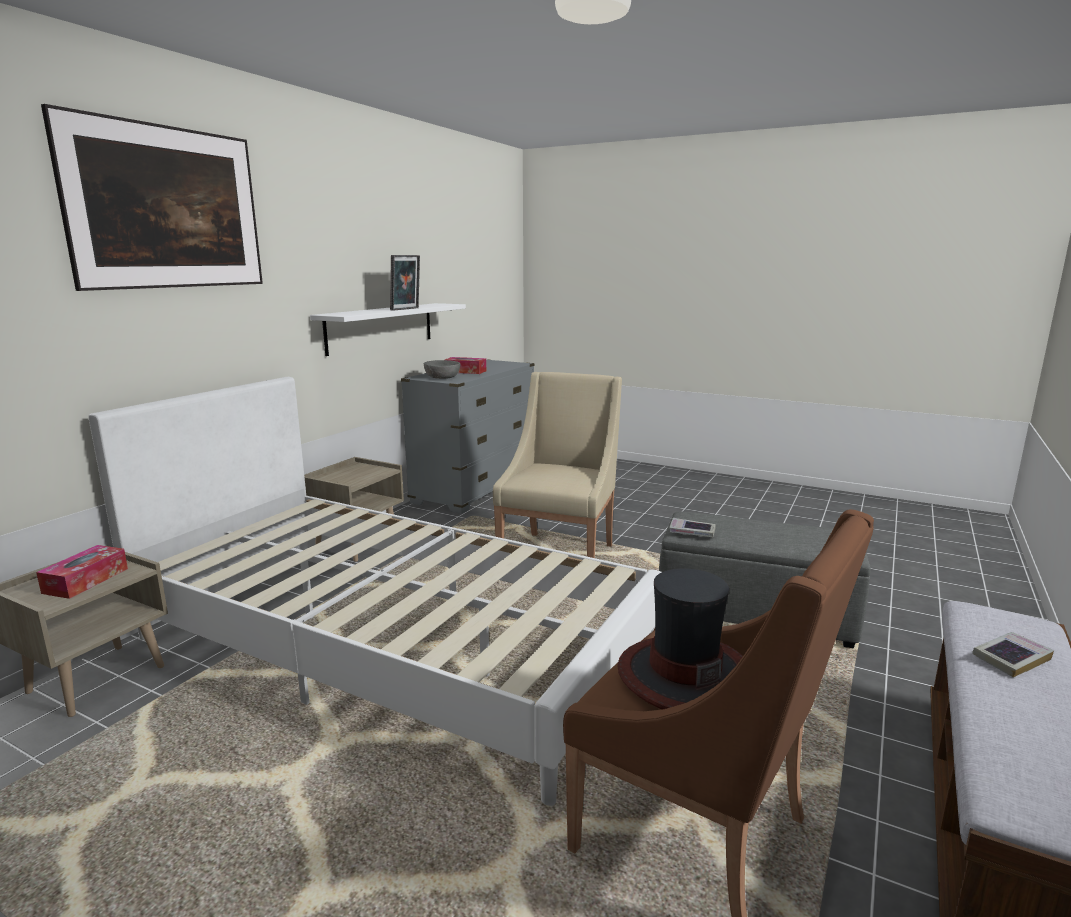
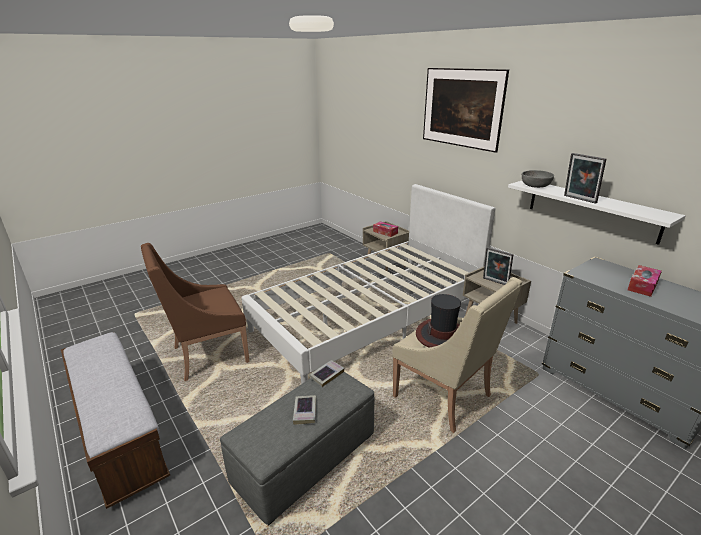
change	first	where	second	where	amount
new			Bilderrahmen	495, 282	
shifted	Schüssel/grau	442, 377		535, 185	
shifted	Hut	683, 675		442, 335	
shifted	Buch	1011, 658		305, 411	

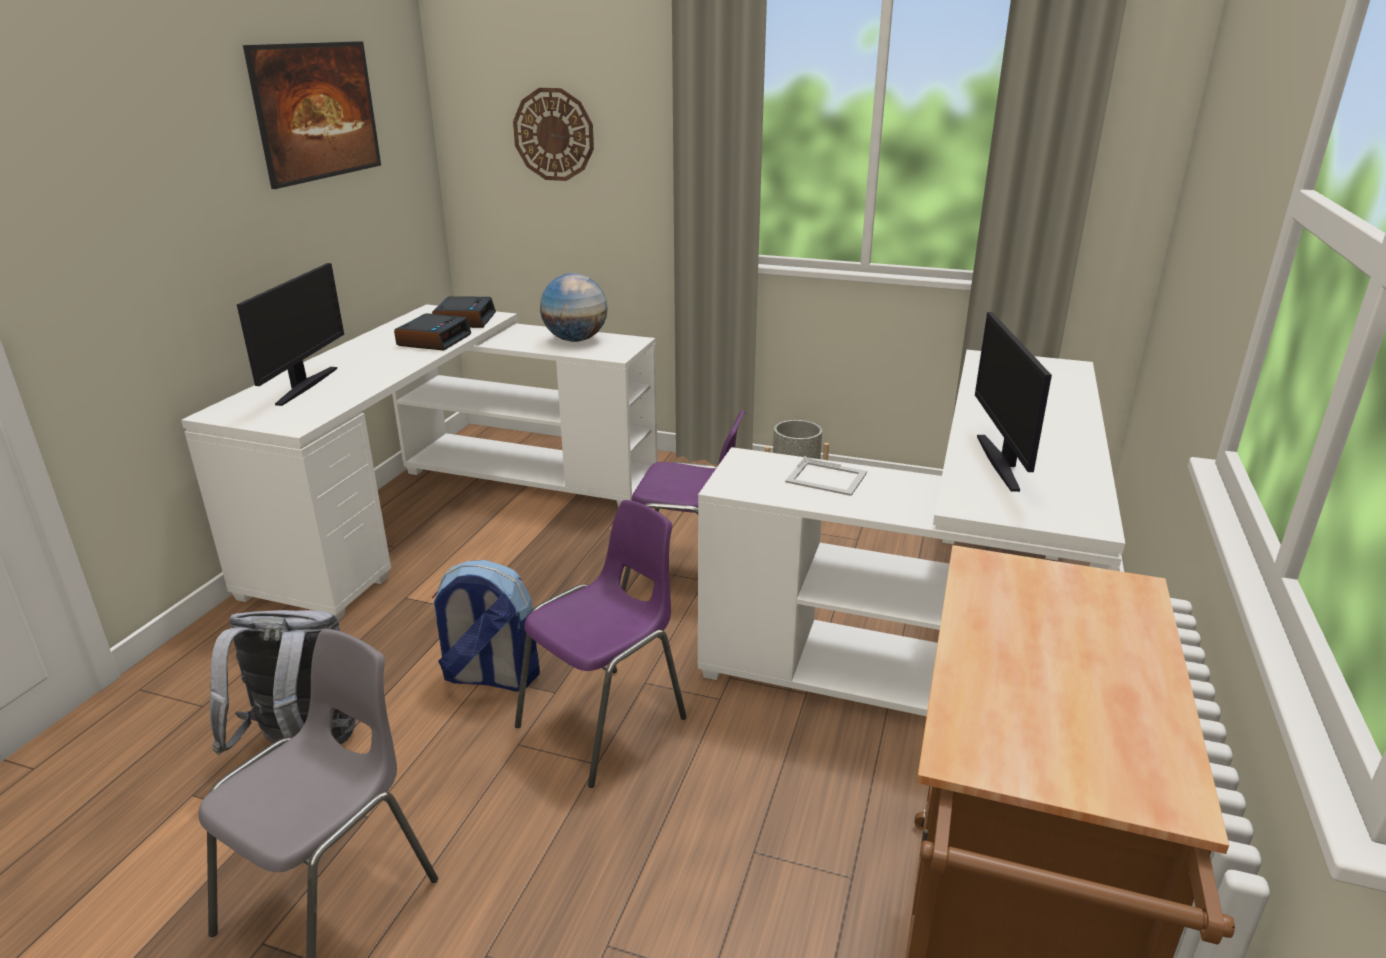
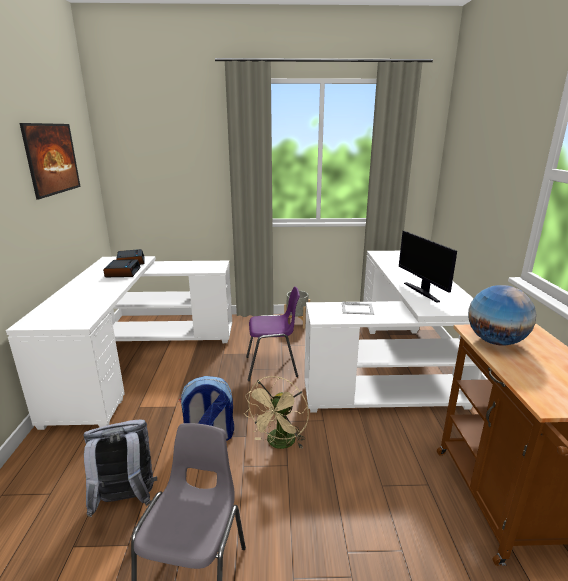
change	first	where	second	where	amount
gone	Monitor	304, 386			
gone	Wanduhr	554, 134			
shifted	Globus	575, 340		495, 341	
swapped	Stuhl/lila	606, 722	Ventilator/beige	279, 444	

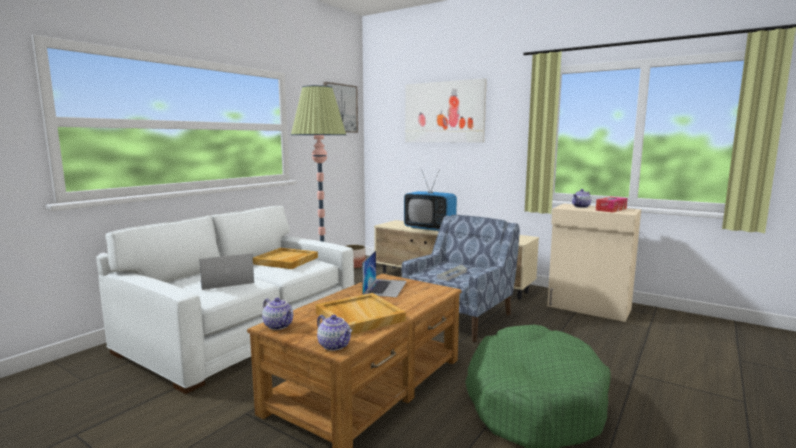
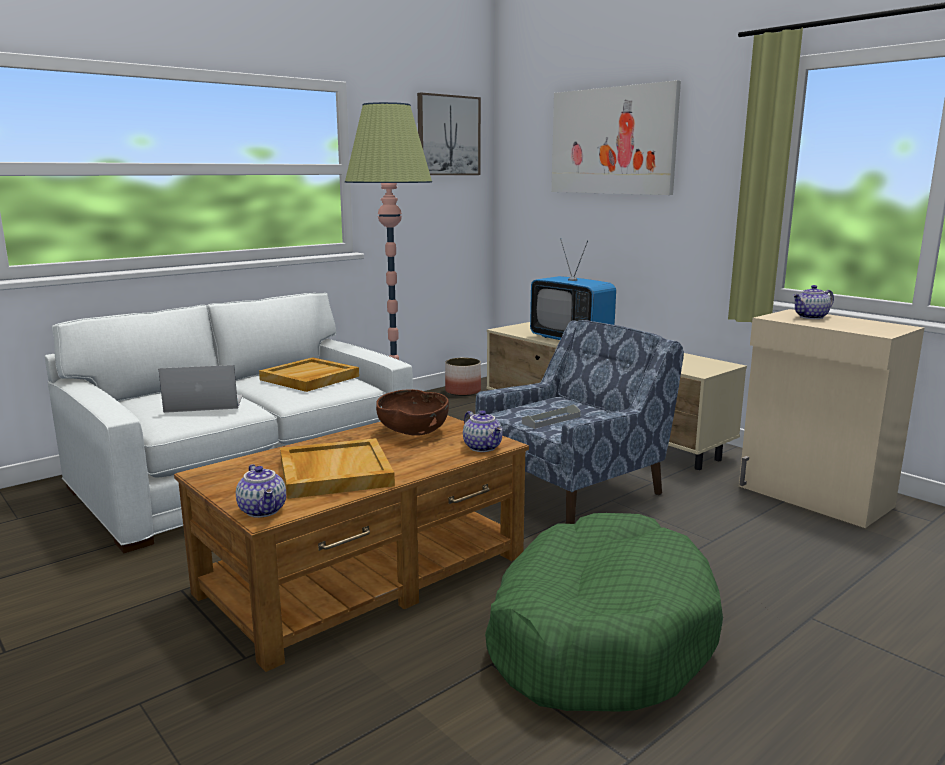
change	first	where	second	where	amount
gone	Taschentuchbox	611, 209			
shifted	Teekanne	279, 325		483, 447	
swapped	Laptop	385, 287	Schüssel/braun	413, 431	

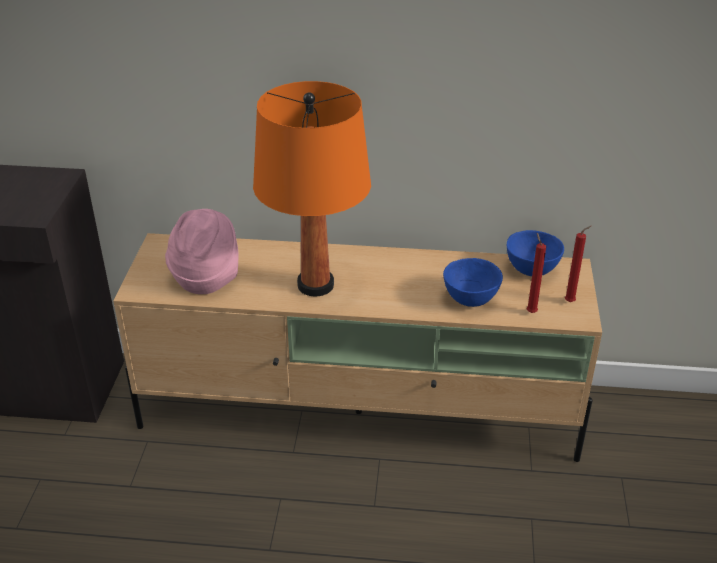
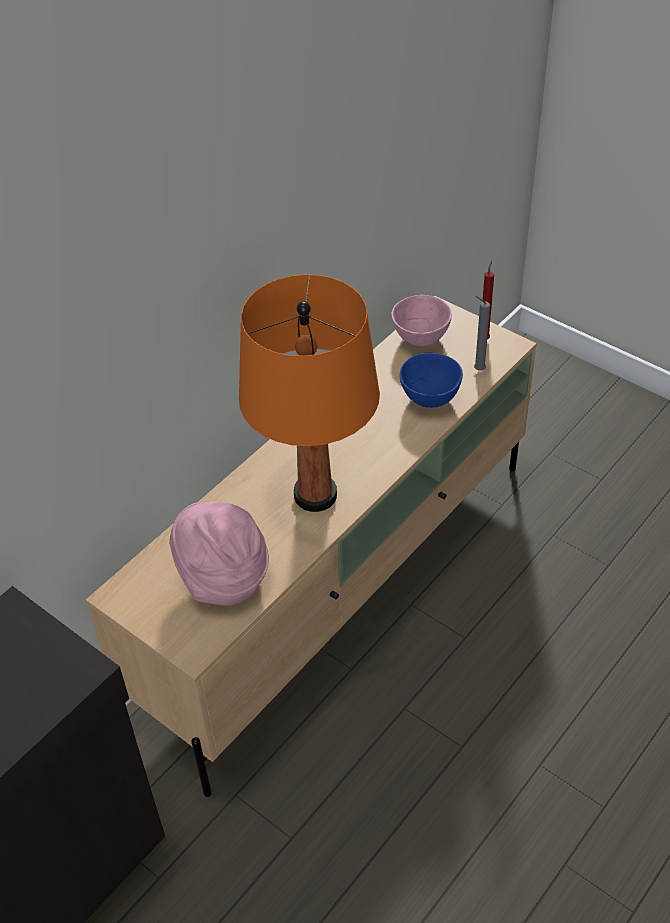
change	first	where	second	where	amount
repainted	Schüssel/blau	531, 270	Schüssel/rosa	420, 338	
repainted	Kerze/rot	530, 311	Kerze/grau	477, 370	

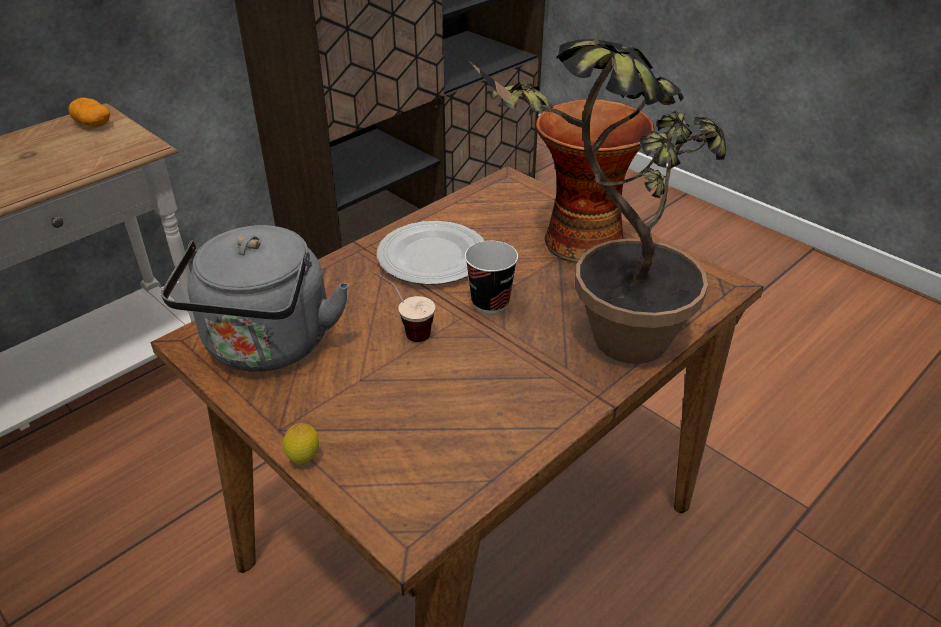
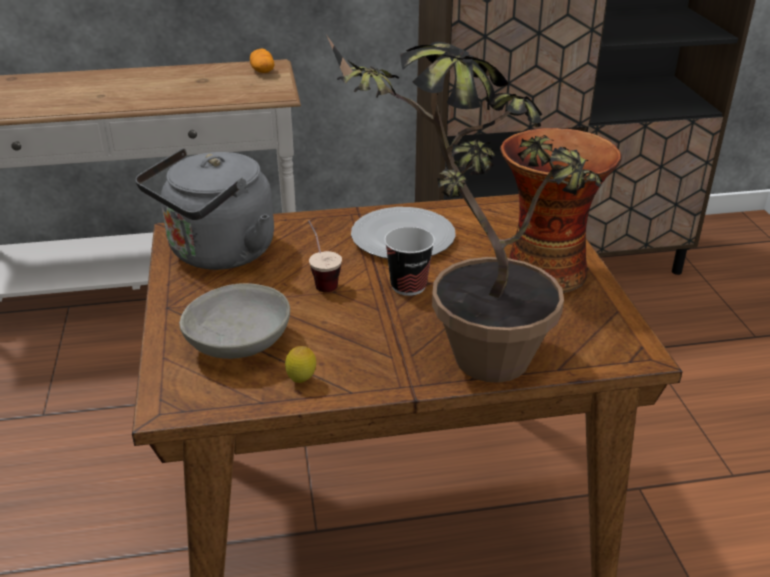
change	first	where	second	where	amount
new			Schüssel/grau	240, 345	
shifted	Zitrone	304, 460		301, 381	

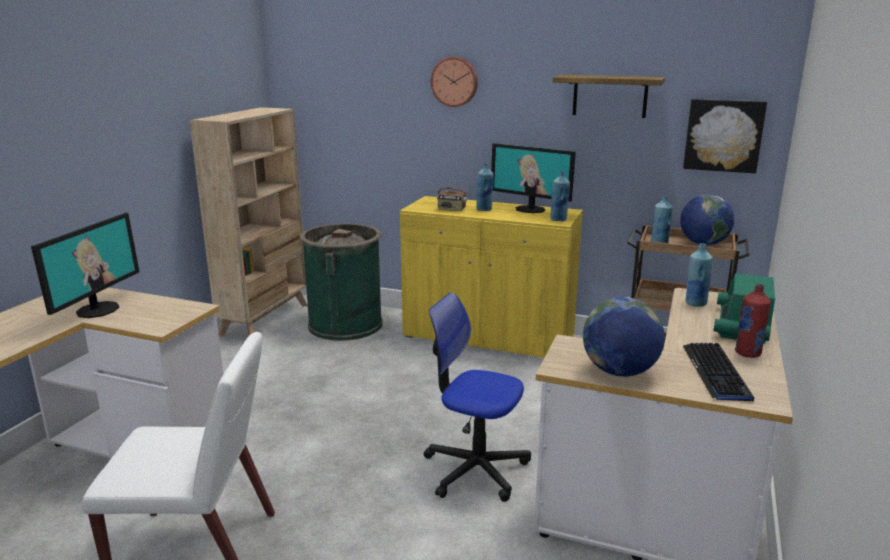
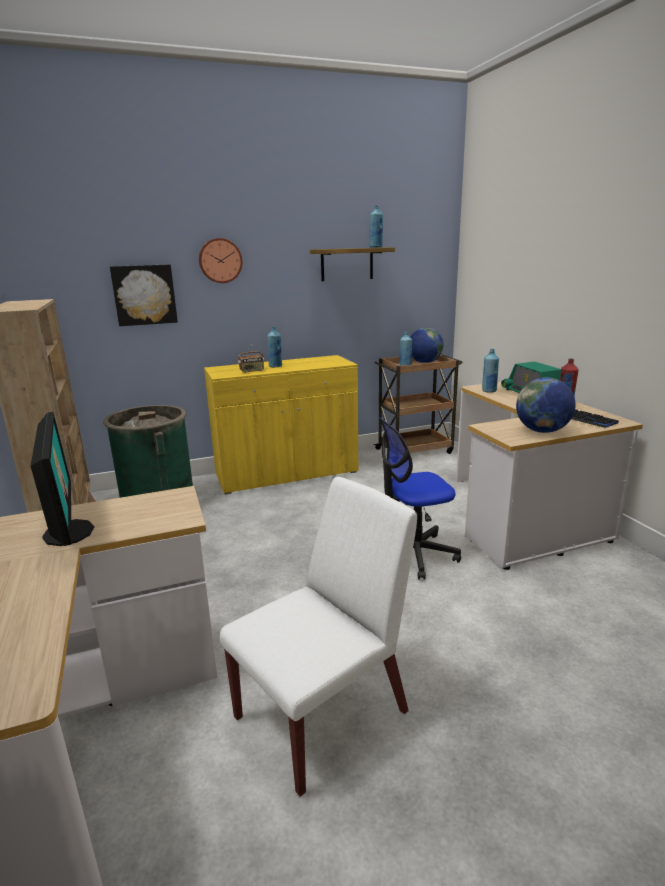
change	first	where	second	where	amount
gone	Monitor	530, 209			
shifted	Flasche/blau	558, 220		376, 247	
shifted	Bild	723, 135		144, 295	

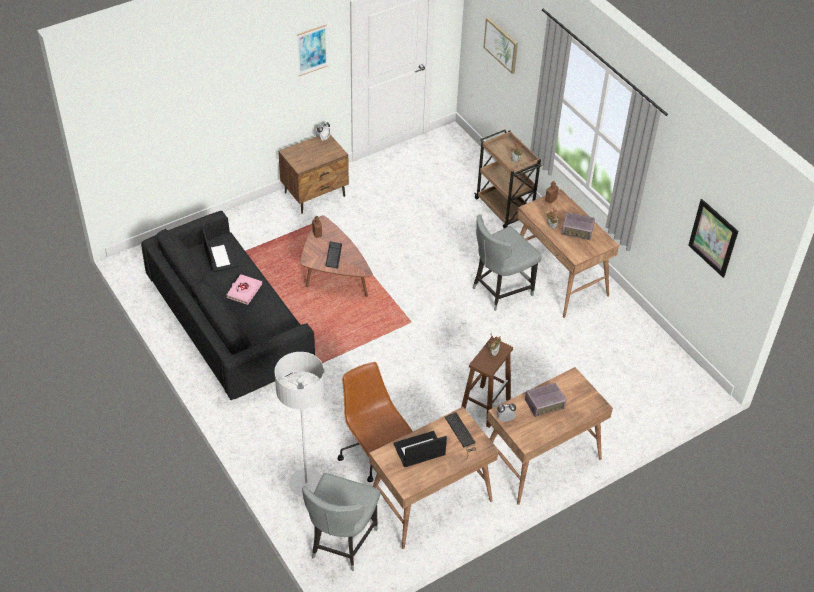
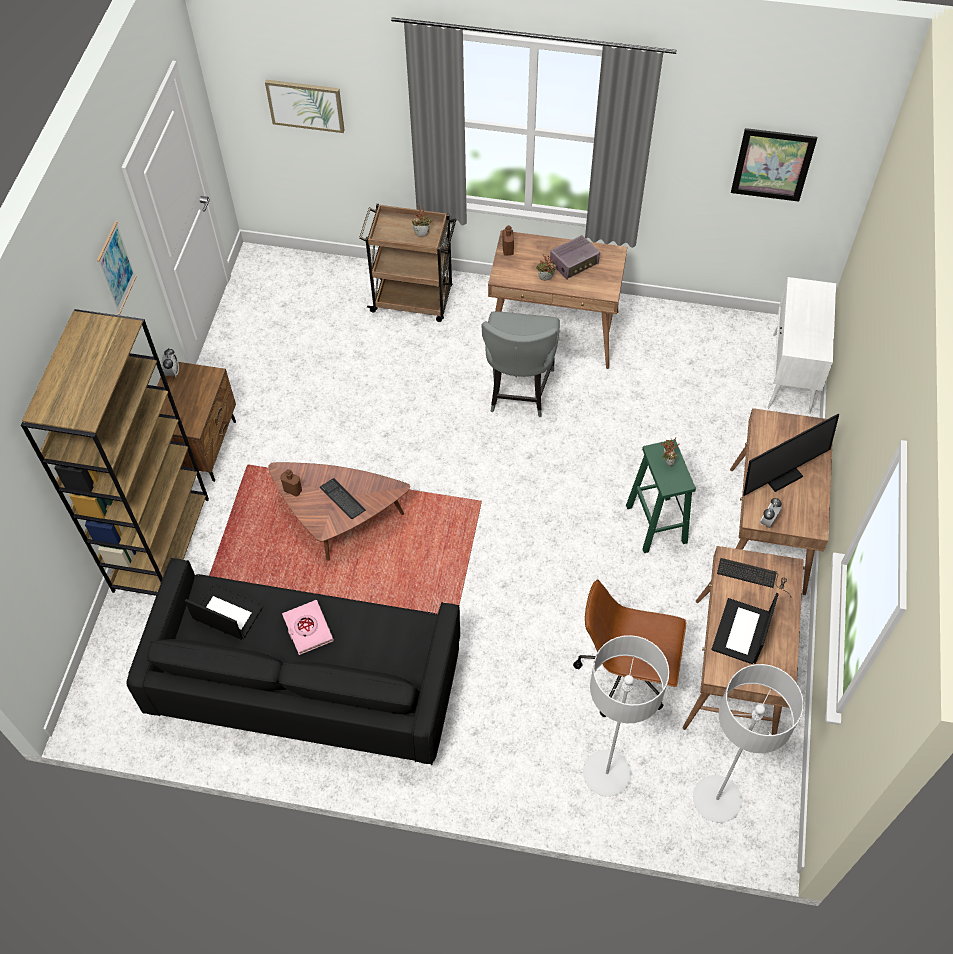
change	first	where	second	where	amount
new			Bücherregal/braun	161, 543	
new			Schrank/weiß	791, 374	
swapped	Stuhl/grau	341, 543	Stehlampe/grau	716, 799	
swapped	Radio	544, 405	Monitor	779, 472	
repainted	Hocker/braun	485, 405	Hocker/grün	655, 523	

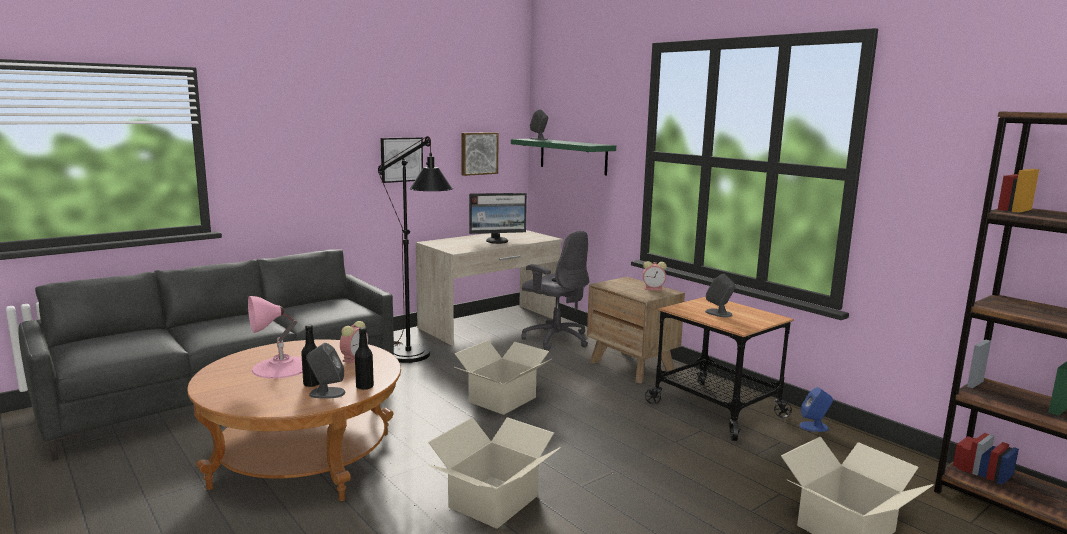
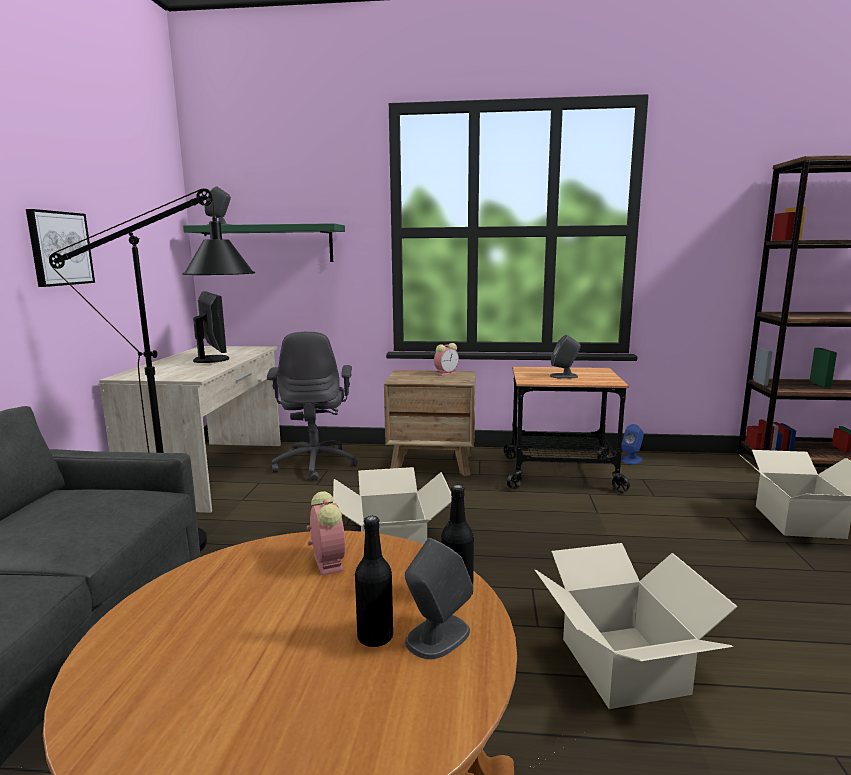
change	first	where	second	where	amount
gone	Tischlampe/rosa	281, 367			
gone	Bild	478, 153			
rotated	Monitor	497, 241		212, 359	60 degrees counterclockwise
rotated	Bürostuhl/grau	555, 339		316, 464	90 degrees clockwise

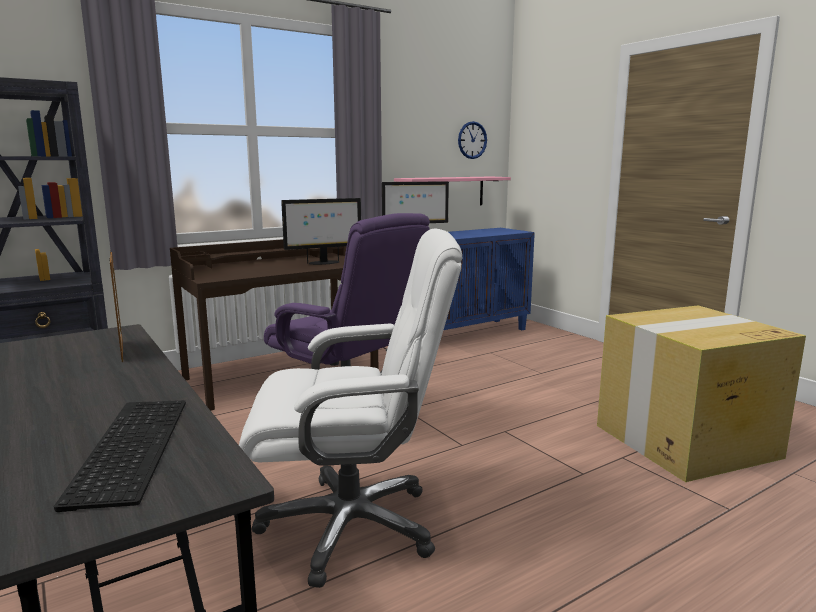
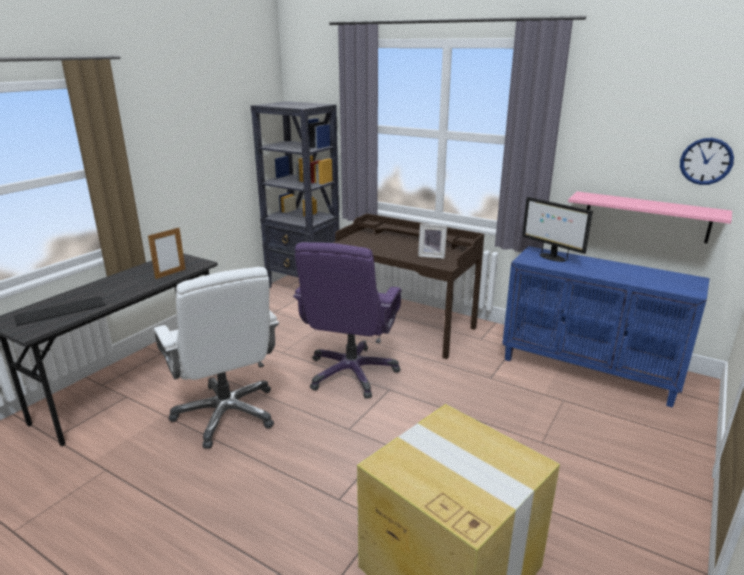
change	first	where	second	where	amount
swapped	Monitor	323, 263	Bilderrahmen	432, 255	

